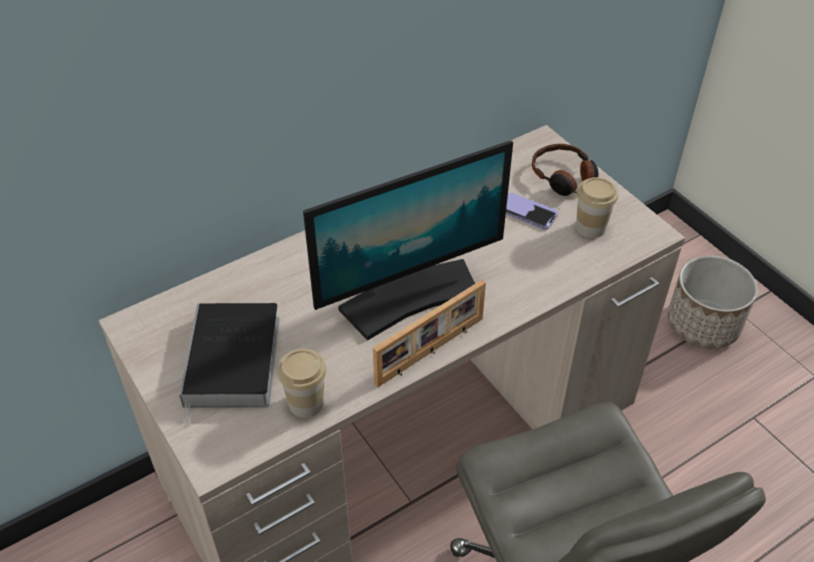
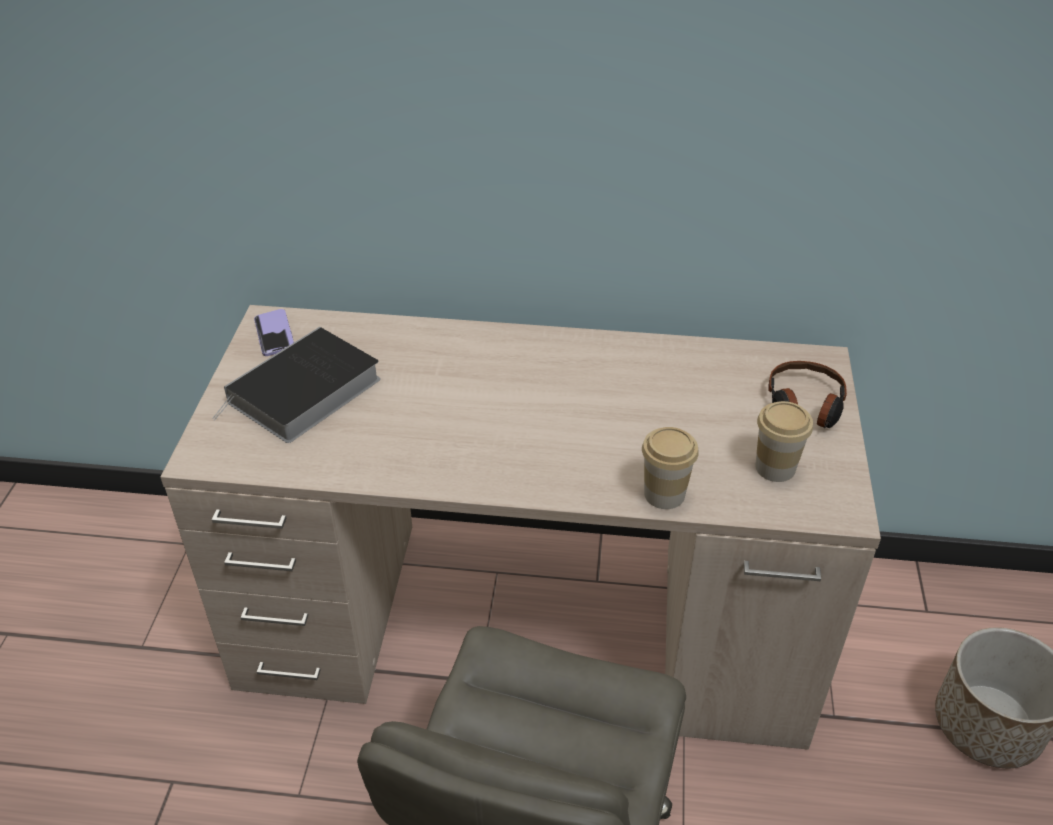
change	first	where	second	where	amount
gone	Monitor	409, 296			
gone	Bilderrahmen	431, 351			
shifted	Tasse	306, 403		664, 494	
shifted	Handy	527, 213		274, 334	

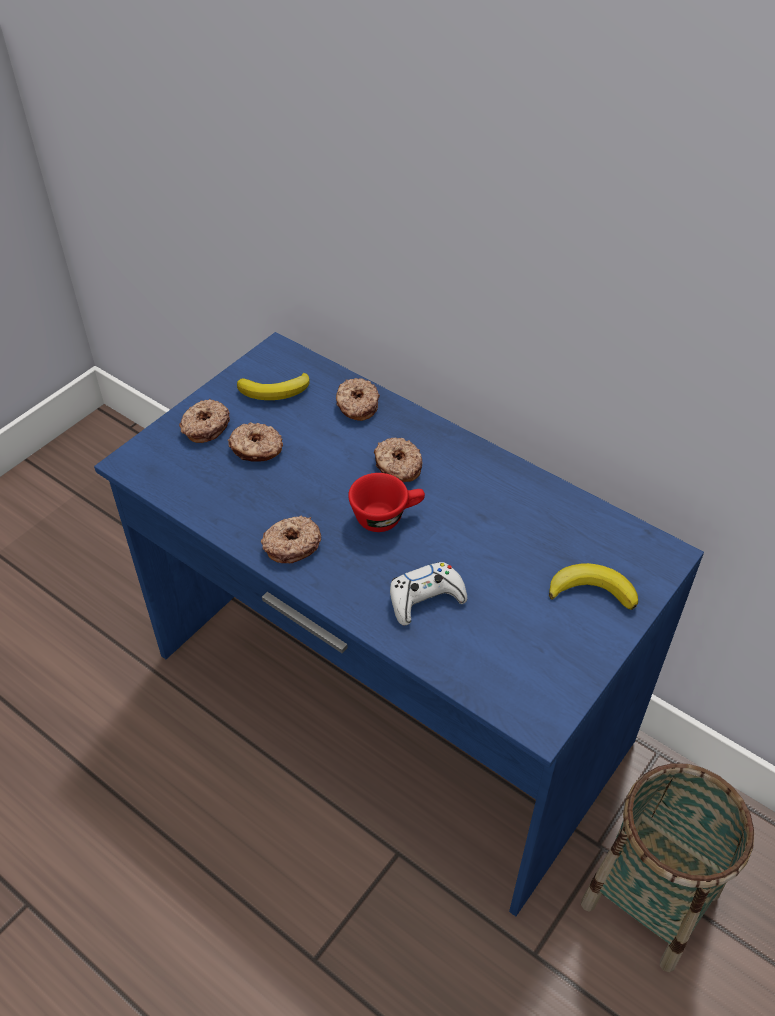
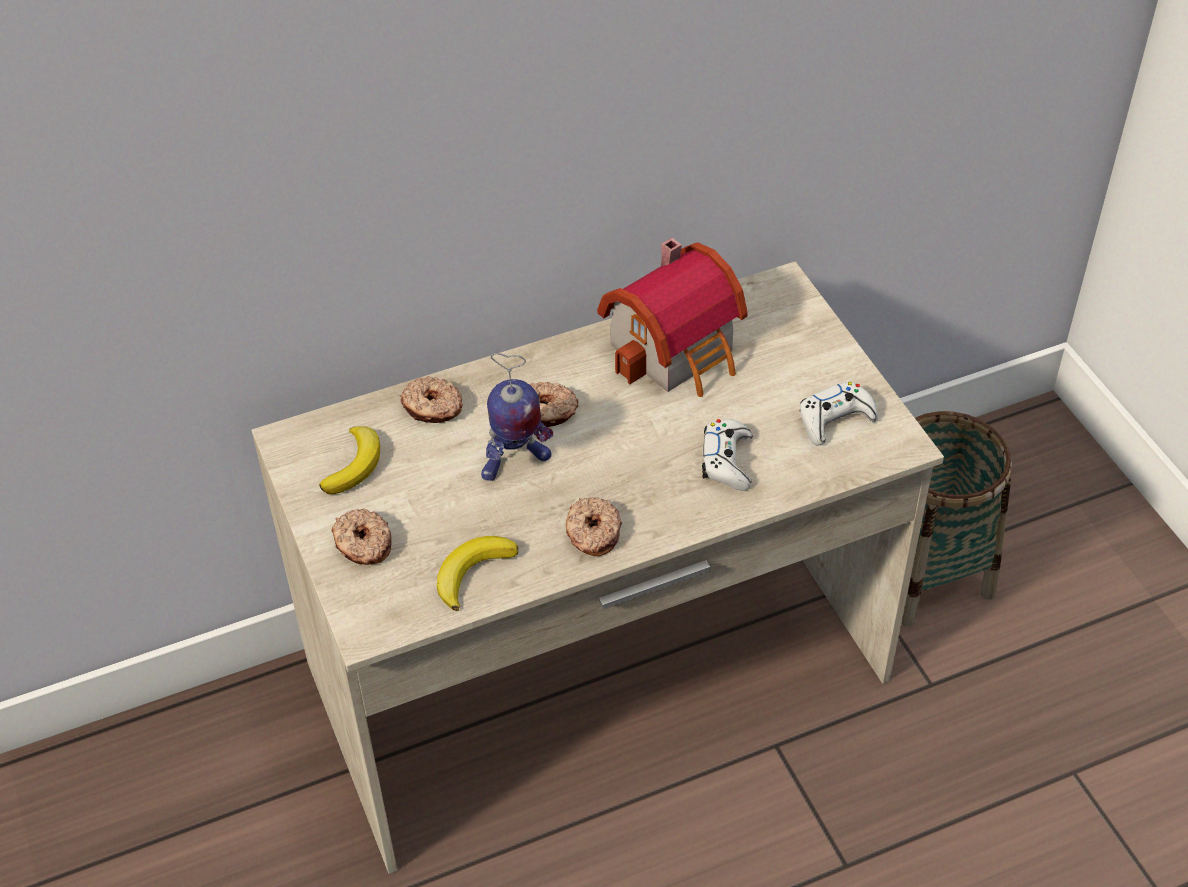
change	first	where	second	where	amount
gone	Donut	256, 449			
gone	Tasse/rot	386, 516			
new			Spielzeugroboter	514, 463	
new			Spielzeughaus	679, 351	
new			Gamepad/weiß	835, 419	
shifted	Banane	592, 591		472, 573	
repainted	Schreibtisch/blau	387, 700	Schreibtisch/beige	598, 676	

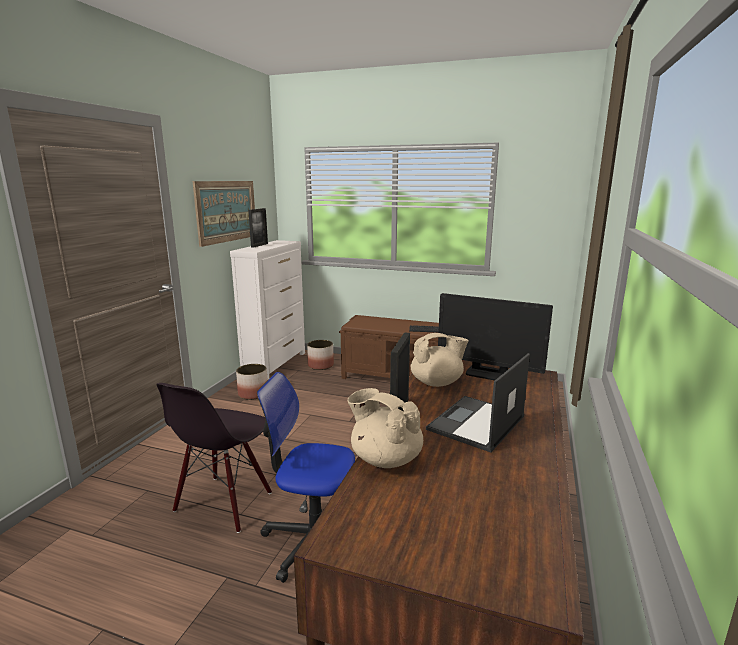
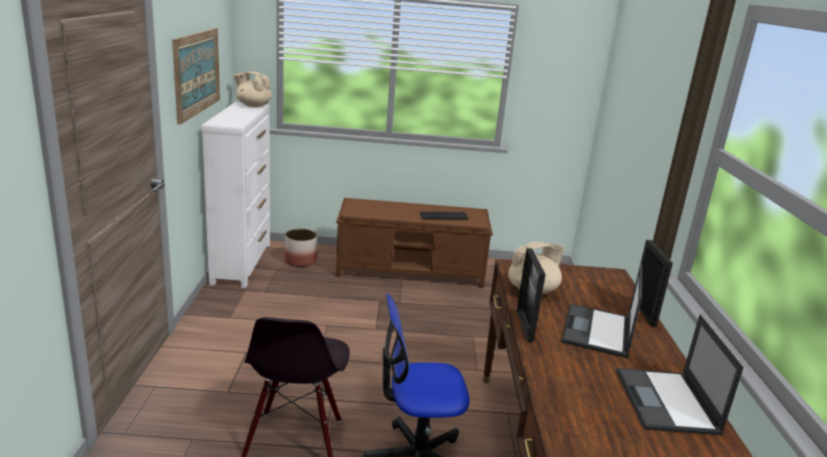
change	first	where	second	where	amount
gone	Pflanzkübel	253, 394			
gone	Monitor	488, 373			
new			Laptop	667, 402	
shifted	Bilderrahmen	259, 245		643, 312	
shifted	Teekanne/beige	385, 458		253, 105	

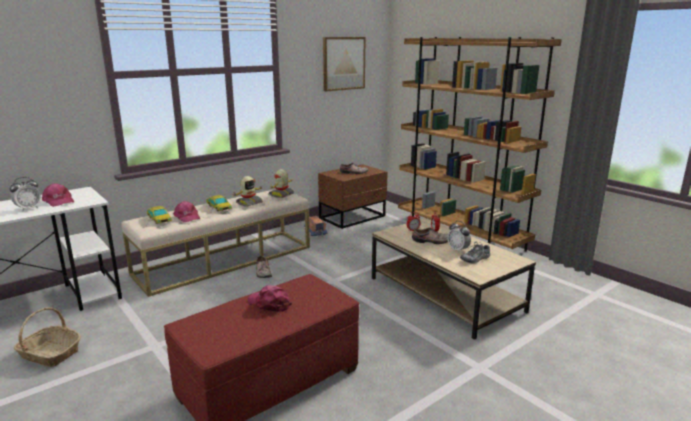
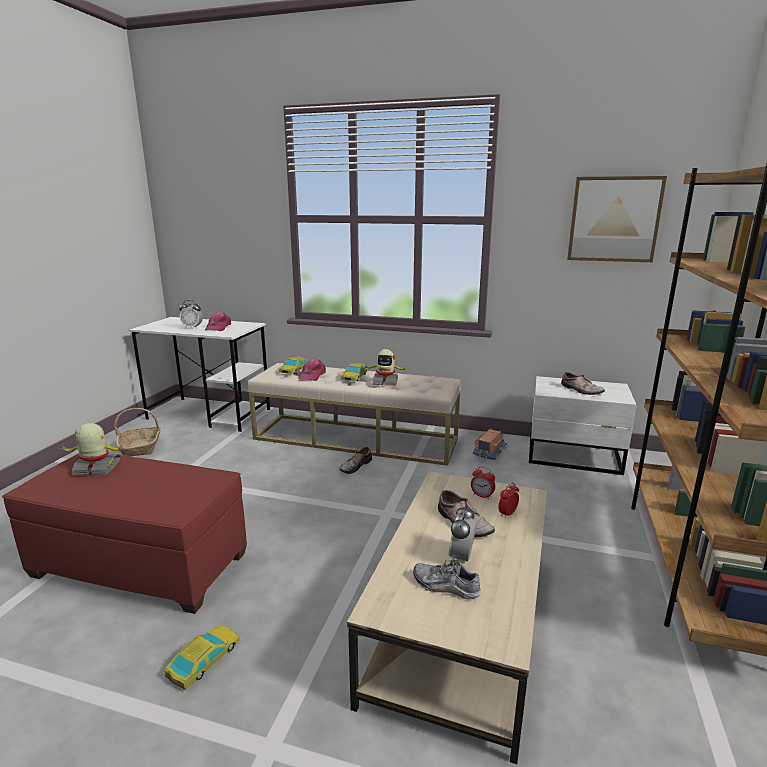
change	first	where	second	where	amount
gone	Kappe/rosa	269, 303			
new			Spielzeugauto	204, 660	
shifted	Spielzeugroboter	281, 195		97, 468	
repainted	Nachttisch/braun	353, 217	Nachttisch/weiß	575, 457	

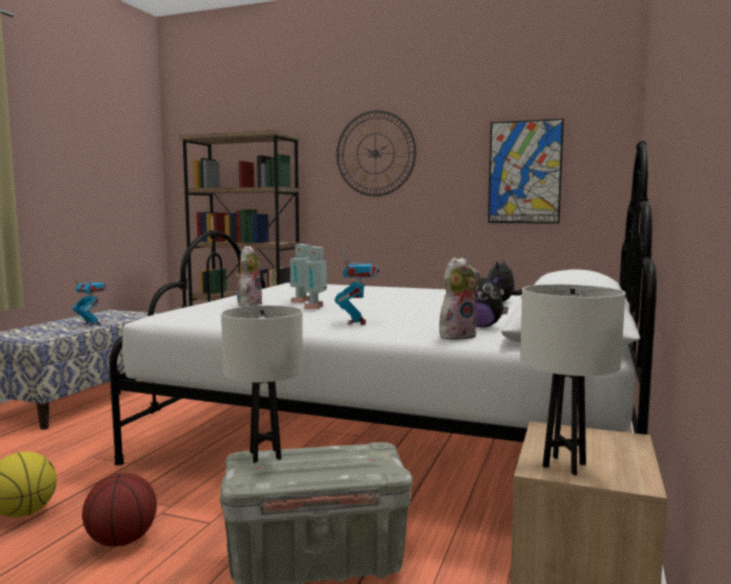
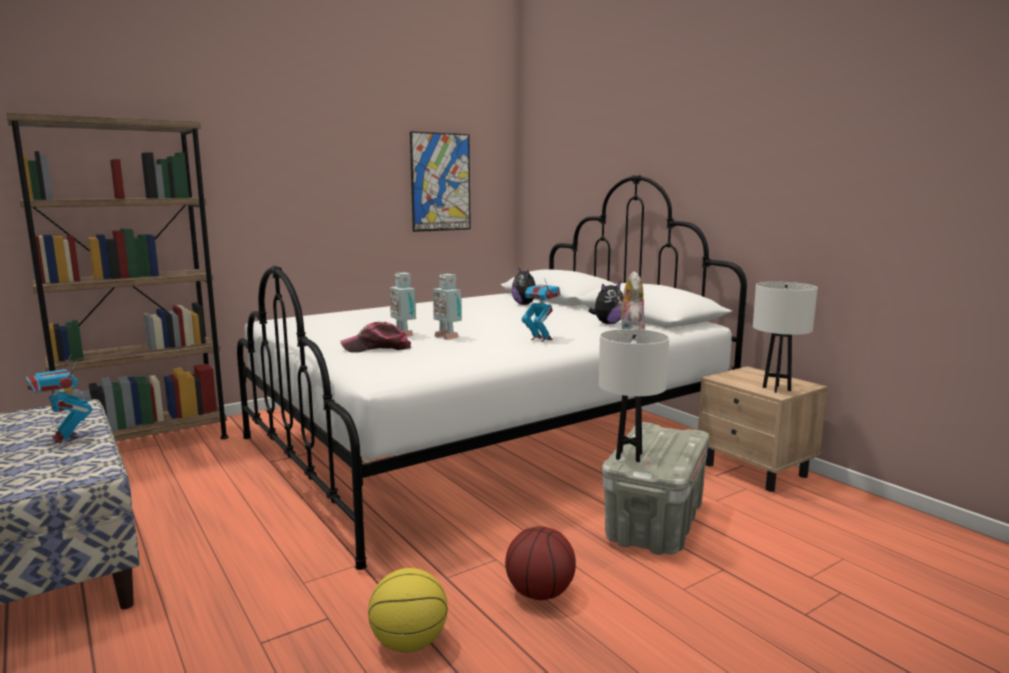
change	first	where	second	where	amount
gone	Wanduhr	375, 153			
swapped	Plüschtier	249, 304	Kappe	377, 348	
rotated	Spielzeugroboter	92, 324		65, 437	105 degrees counterclockwise

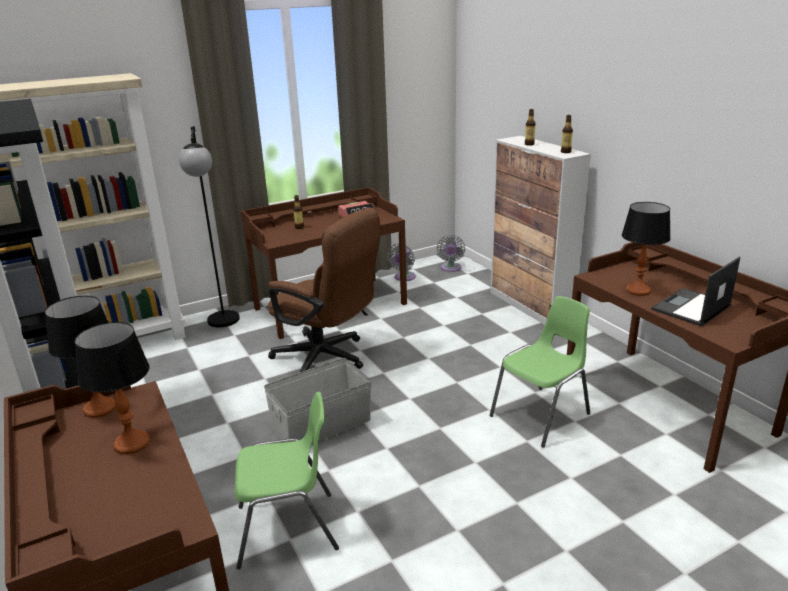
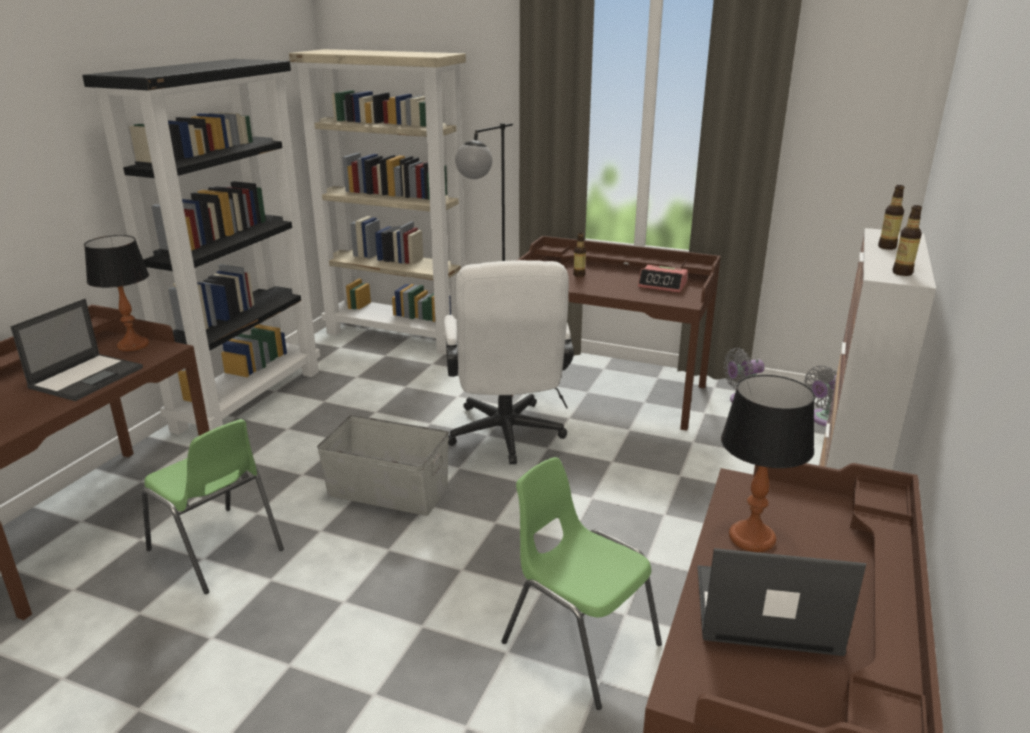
change	first	where	second	where	amount
swapped	Tischlampe	131, 443	Laptop	87, 377	
repainted	Bürostuhl/braun	328, 358	Bürostuhl/weiß	506, 438	
rotated	Stuhl/grün	542, 415		578, 643	150 degrees counterclockwise

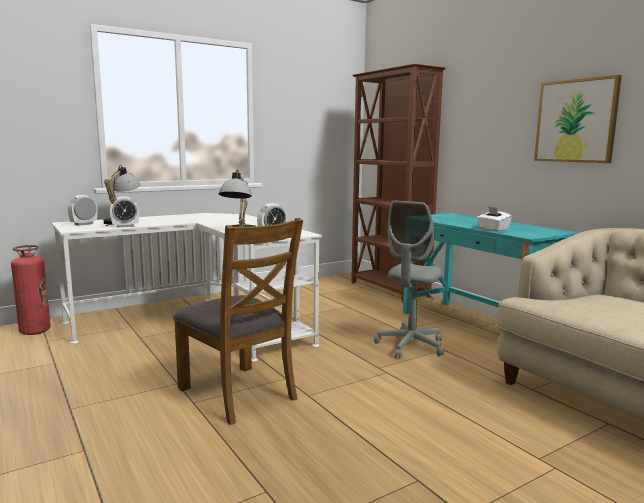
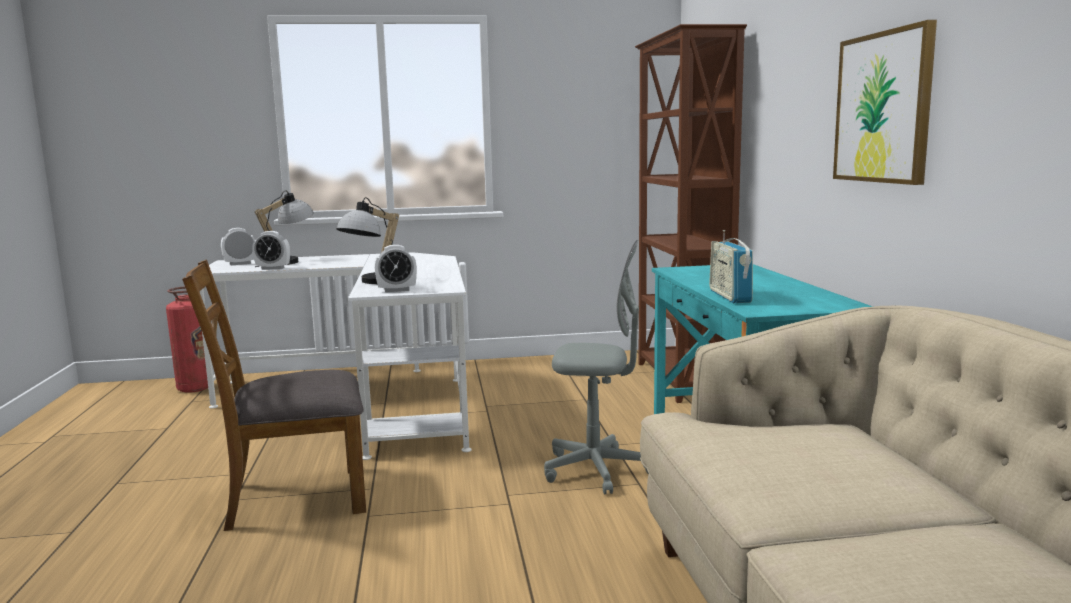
change	first	where	second	where	amount
swapped	Taschentuchbox/weiß	493, 229	Radio	729, 296	
rotated	Stuhl/braun	239, 393		295, 497	90 degrees clockwise
rotated	Bürostuhl/grau	410, 346		596, 470	135 degrees counterclockwise

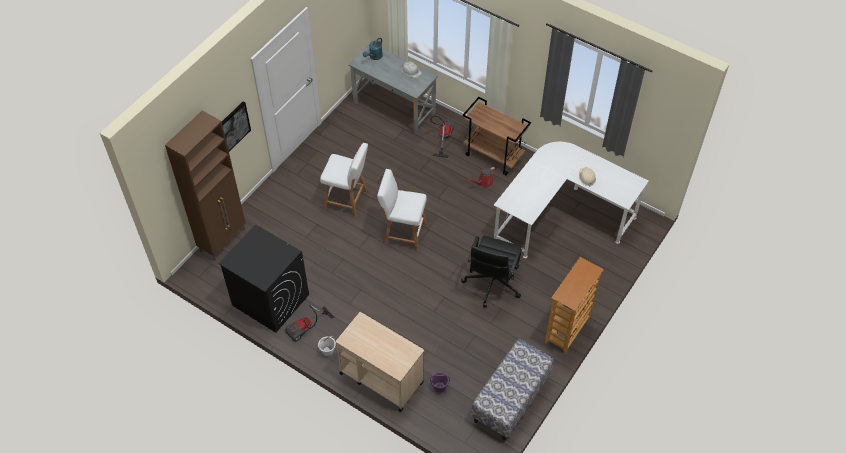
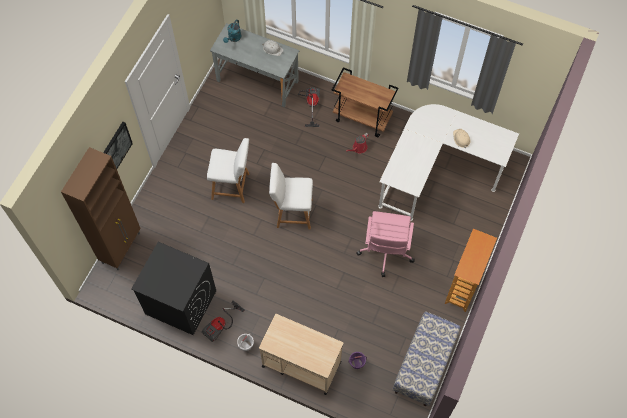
change	first	where	second	where	amount
repainted	Bürostuhl/schwarz	492, 284	Bürostuhl/rosa	385, 252	

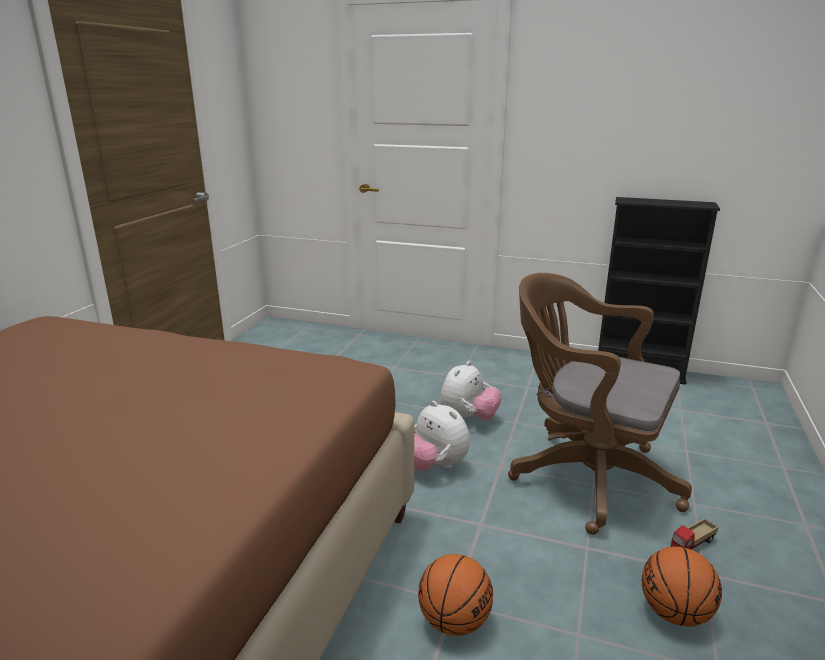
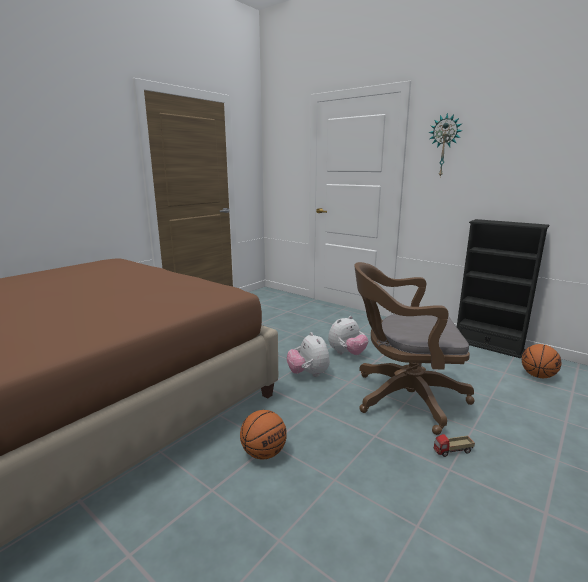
change	first	where	second	where	amount
new			Wanduhr	444, 146	
shifted	Basketball	675, 613		538, 376	
rotated	Bürostuhl/braun	585, 476		403, 397	45 degrees counterclockwise

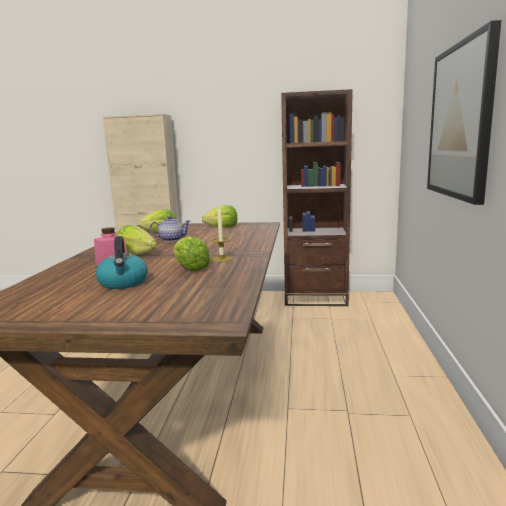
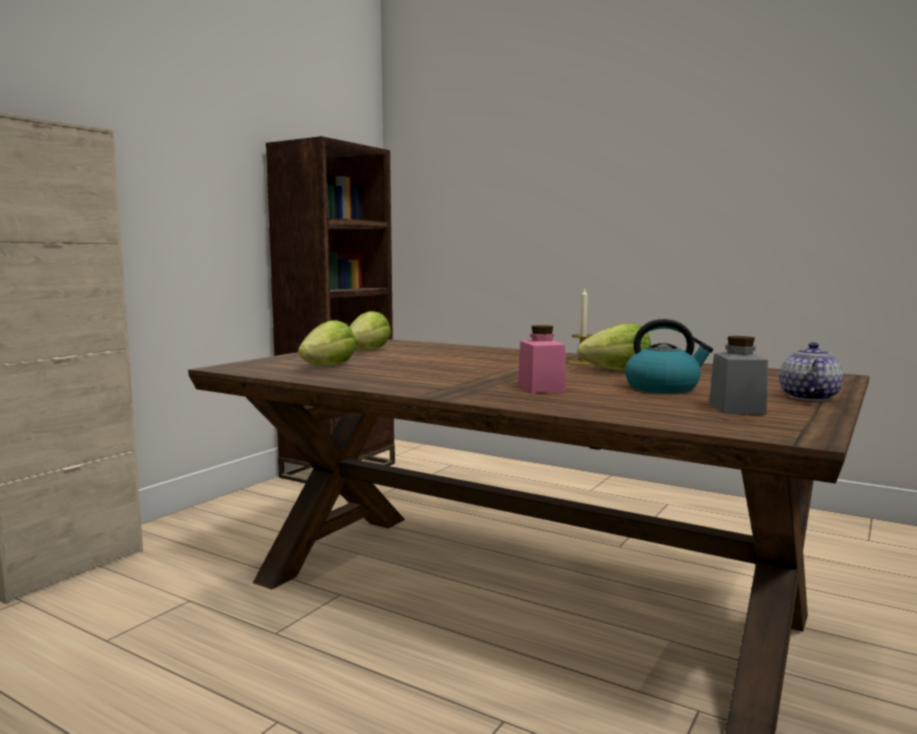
change	first	where	second	where	amount
gone	Salatkopf	137, 254			
gone	Bild	460, 121			
new			Vorratsglas/grau	736, 408	
shifted	Teekanne	171, 239		808, 397	

